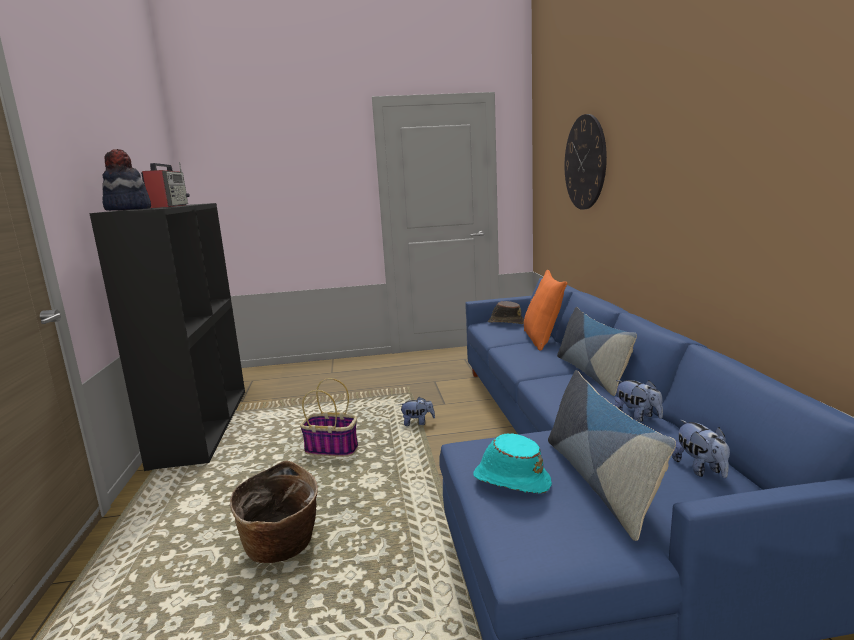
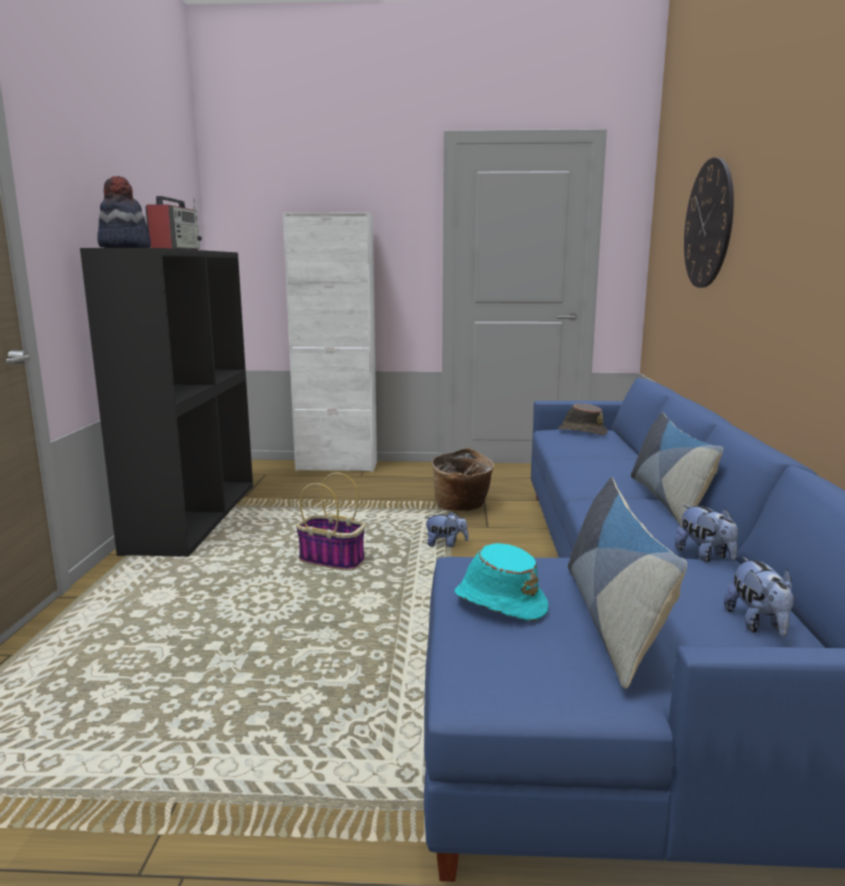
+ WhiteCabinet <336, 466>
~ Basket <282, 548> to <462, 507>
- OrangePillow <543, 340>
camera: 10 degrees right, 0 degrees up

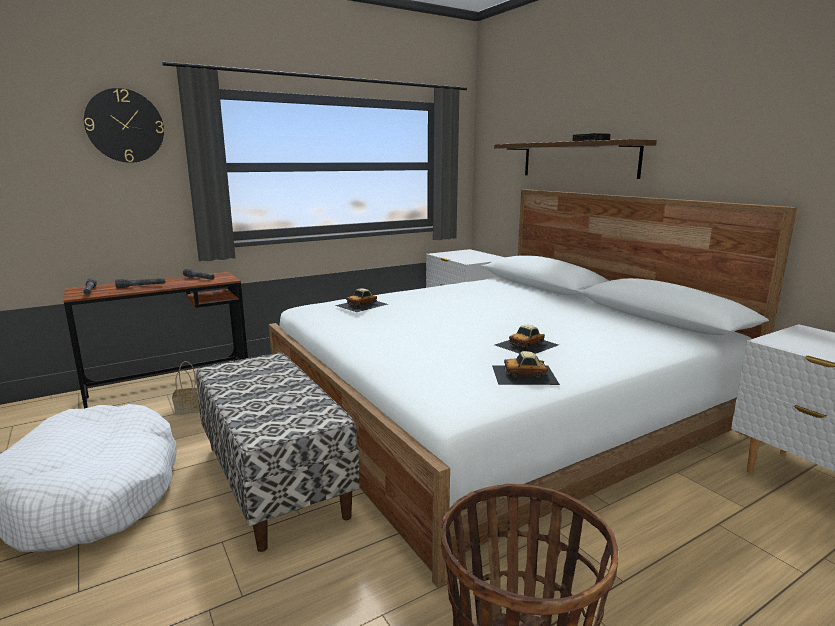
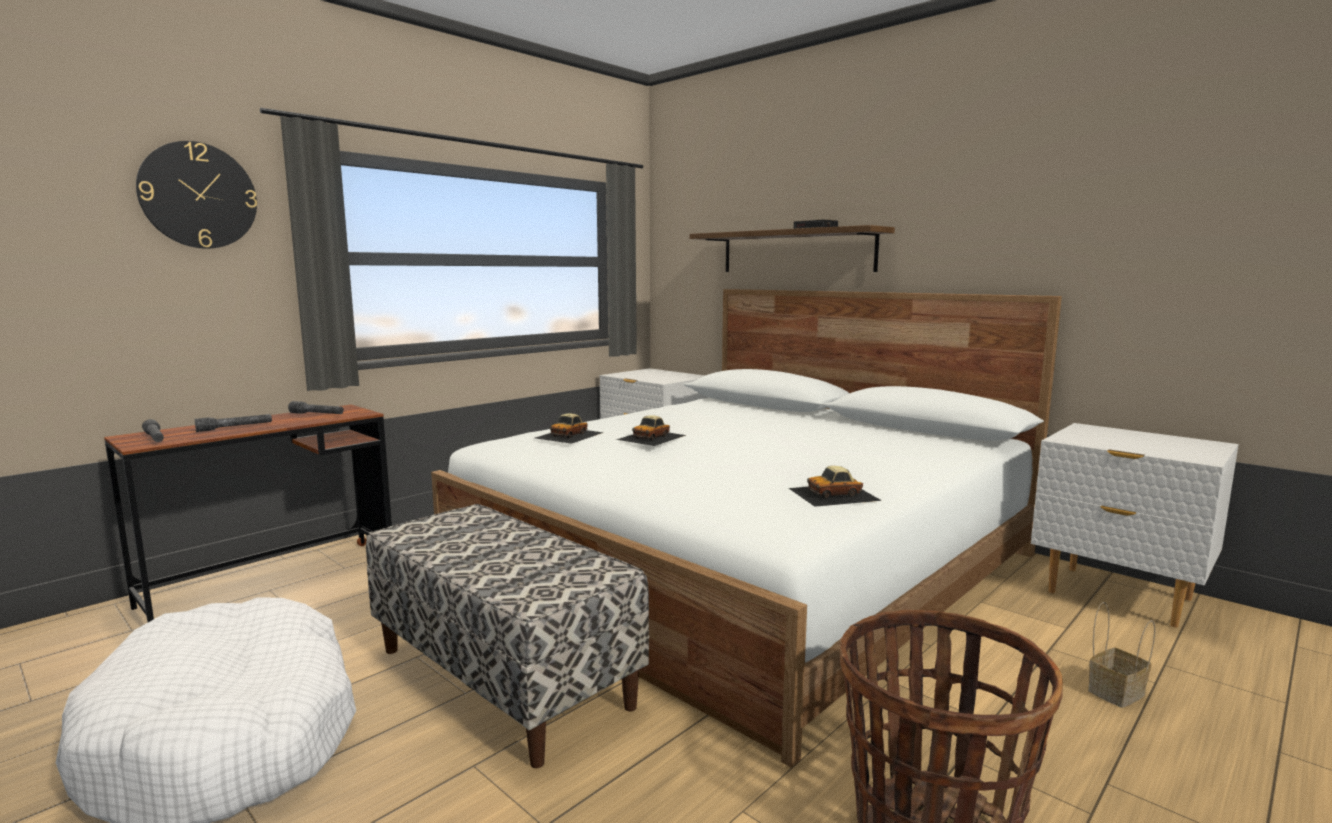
~ ToyCar <527, 345> to <652, 437>
~ Basket <190, 409> to <1116, 691>
camera: 15 degrees left, 5 degrees down

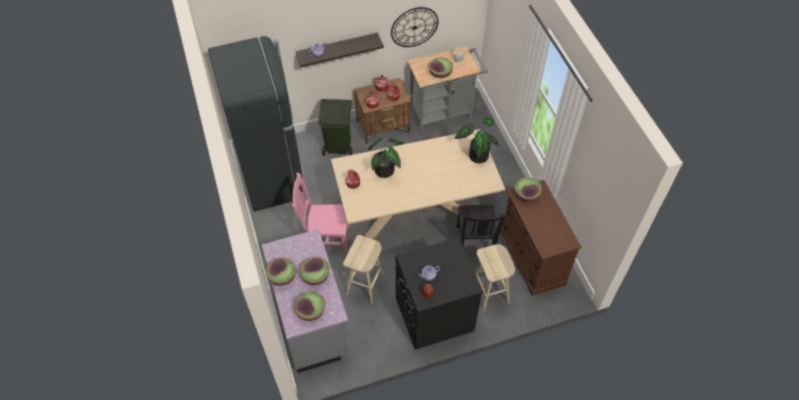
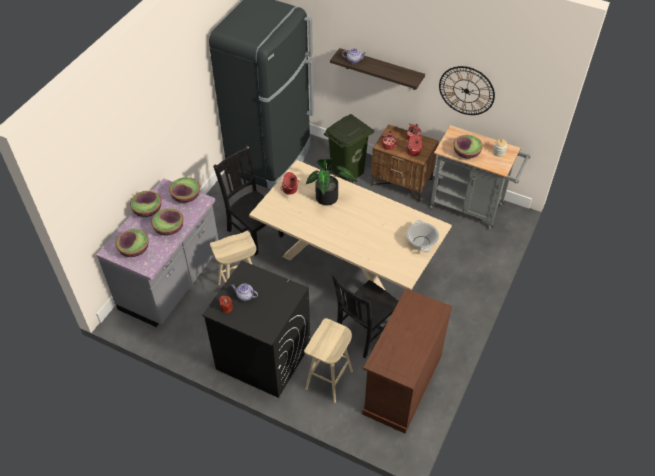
~ Bowl <526, 194> to <186, 197>
~ PinkChair <326, 238> to BlackChair <254, 231>
~ PottedPlant <476, 154> to CookingPot <421, 242>
camera: 45 degrees right, 5 degrees down

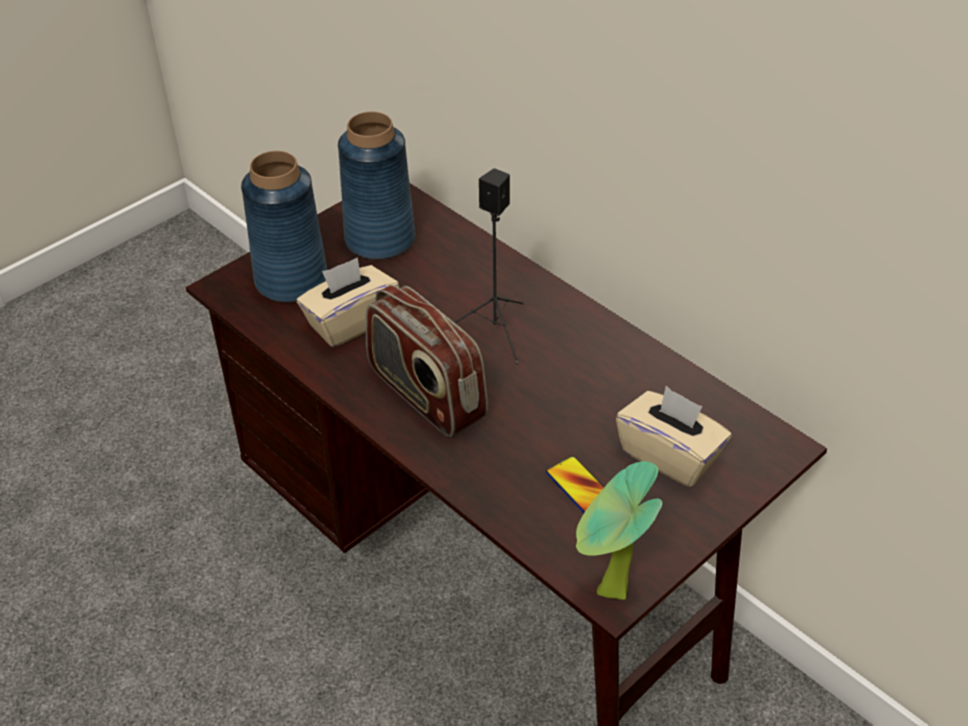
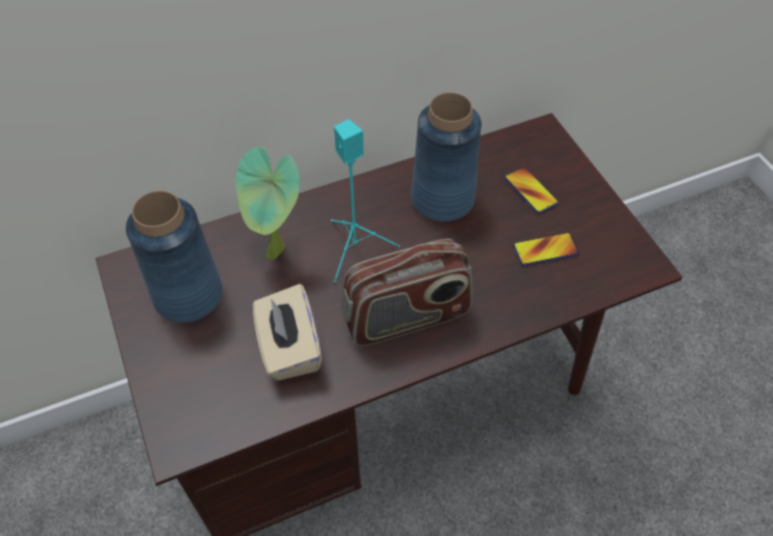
~ PottedPlant <608, 596> to <277, 255>
~ BlackSpeaker <496, 332> to TurquoiseSpeaker <356, 248>
~ BlueVase <292, 280> to <442, 198>
~ BeigeTissueBox <670, 455> to Phone <530, 190>
camera: 70 degrees left, 10 degrees up

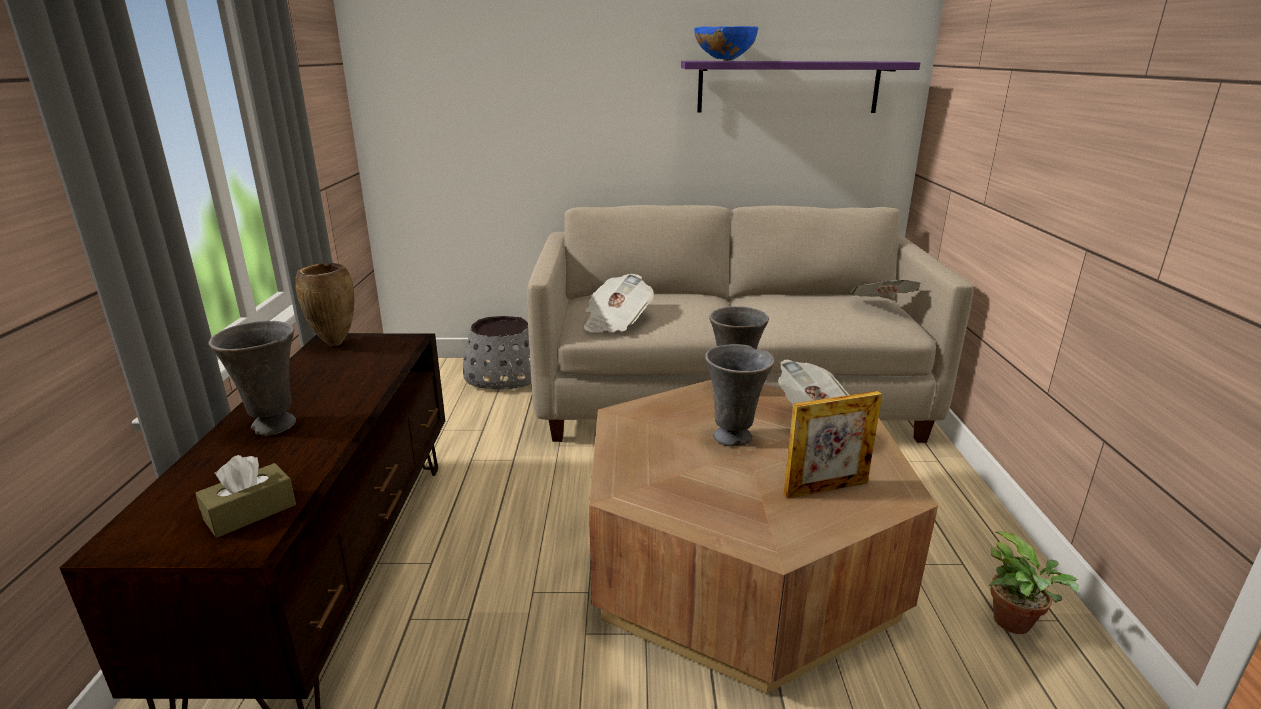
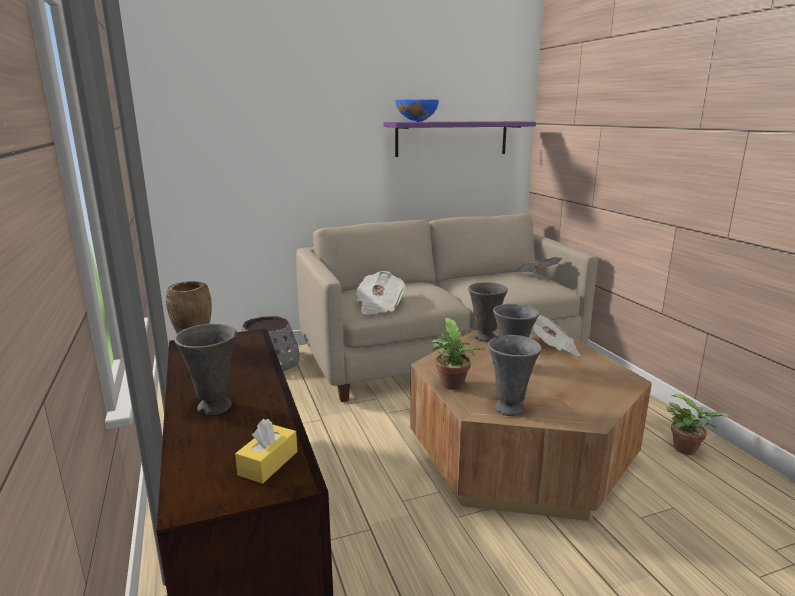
~ BrownTissueBox <250, 512> to YellowTissueBox <268, 463>
+ PottedPlant <452, 386>
+ GreyVase <510, 408>
- PictureFrame <826, 488>
camera: 20 degrees left, 5 degrees down

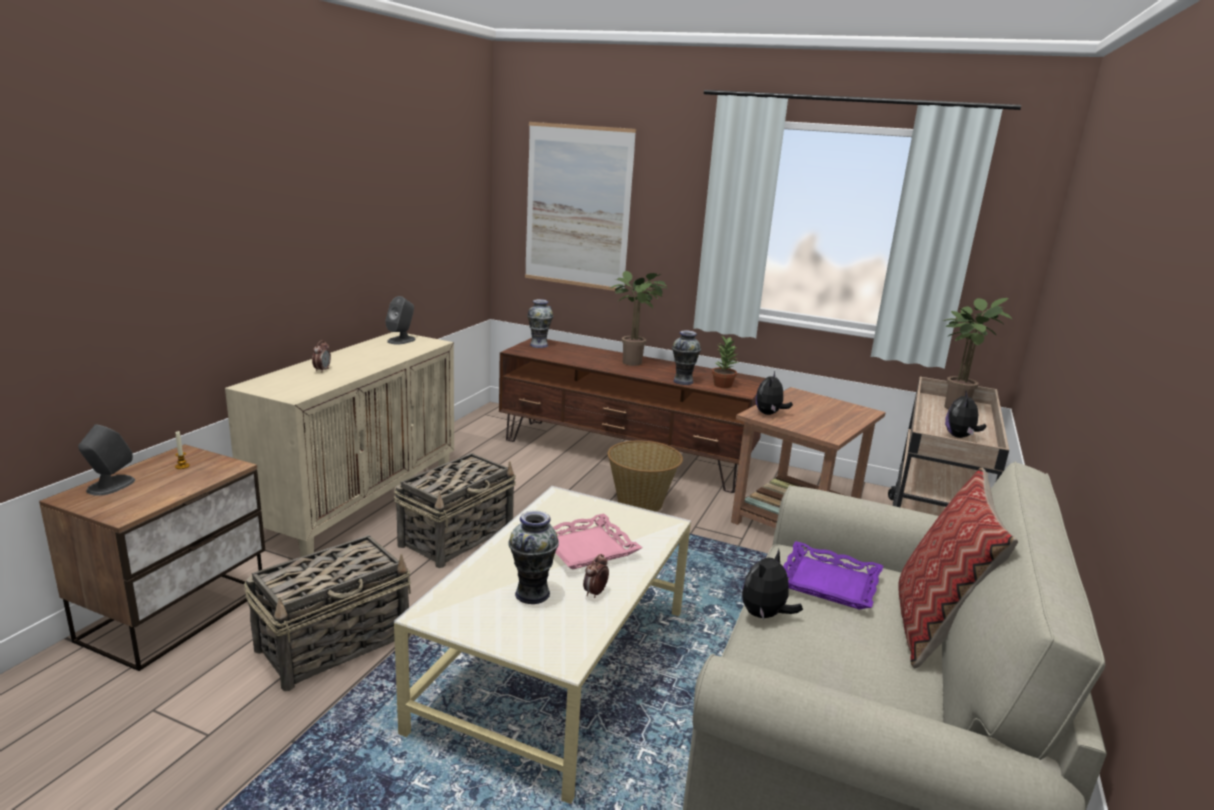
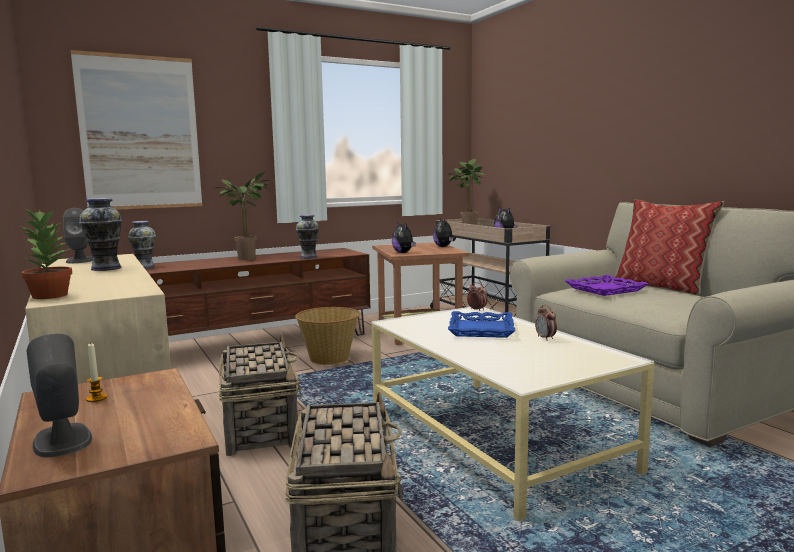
~ PottedPlant <722, 385> to <49, 295>
~ Vase <532, 594> to <106, 268>
~ PlushToy <765, 615> to <444, 247>
~ PinkTray <586, 547> to BlueTray <480, 329>
~ AlarmClock <322, 370> to <477, 310>
camera: 50 degrees left, 10 degrees down

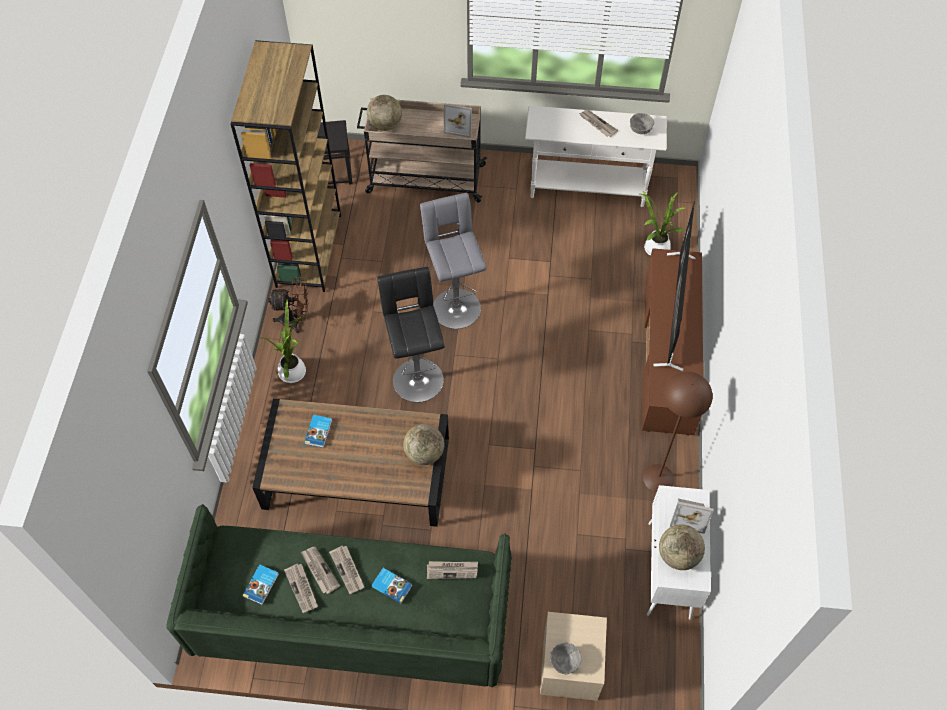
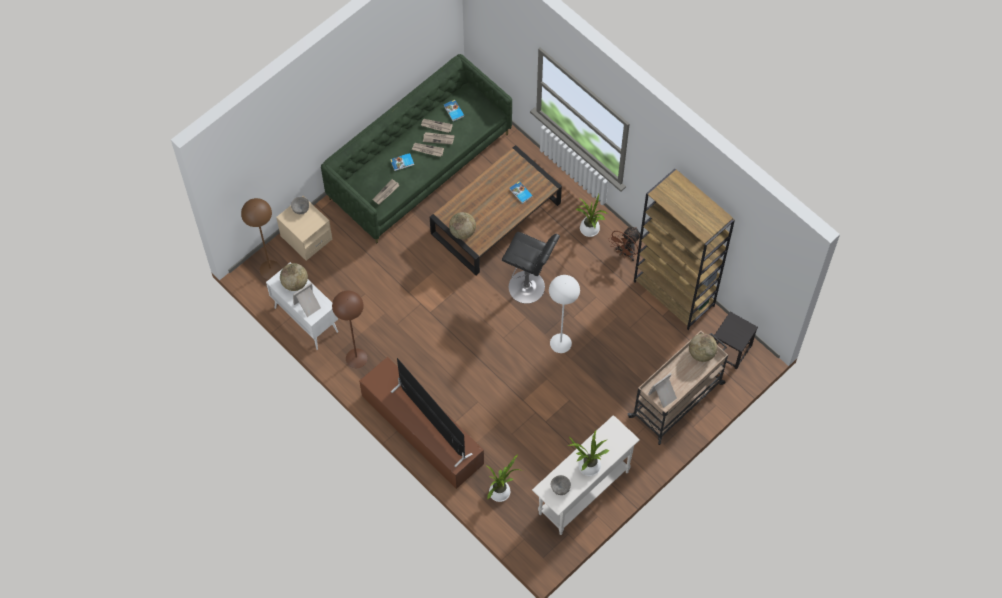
+ BrownFloorLamp <270, 269>
~ GreyStool <455, 305> to WhiteFloorLamp <560, 343>
~ Newspaper <597, 124> to PottedPlant <587, 466>
camera: 130 degrees right, 5 degrees up

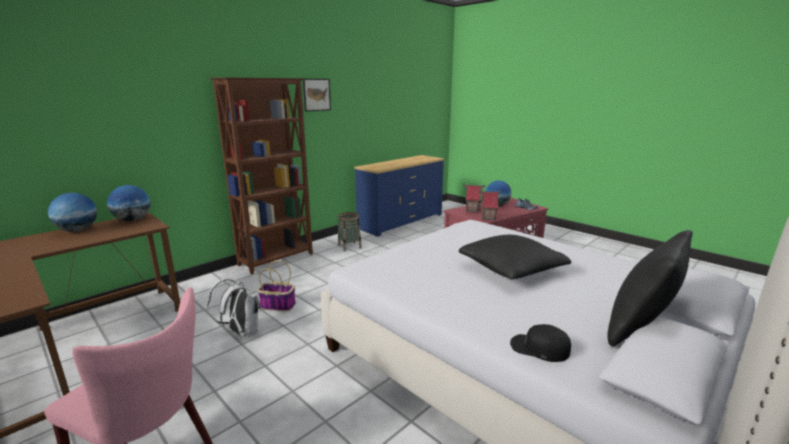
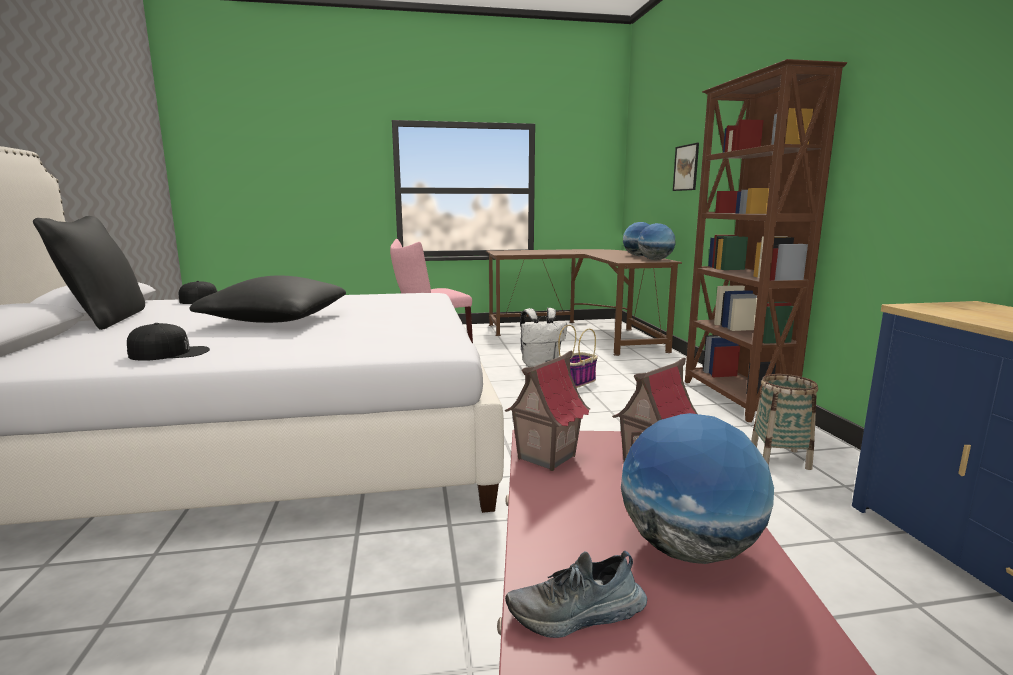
+ BlackCap <170, 353>
~ Picture <316, 94> to <686, 167>
camera: 125 degrees right, 5 degrees down

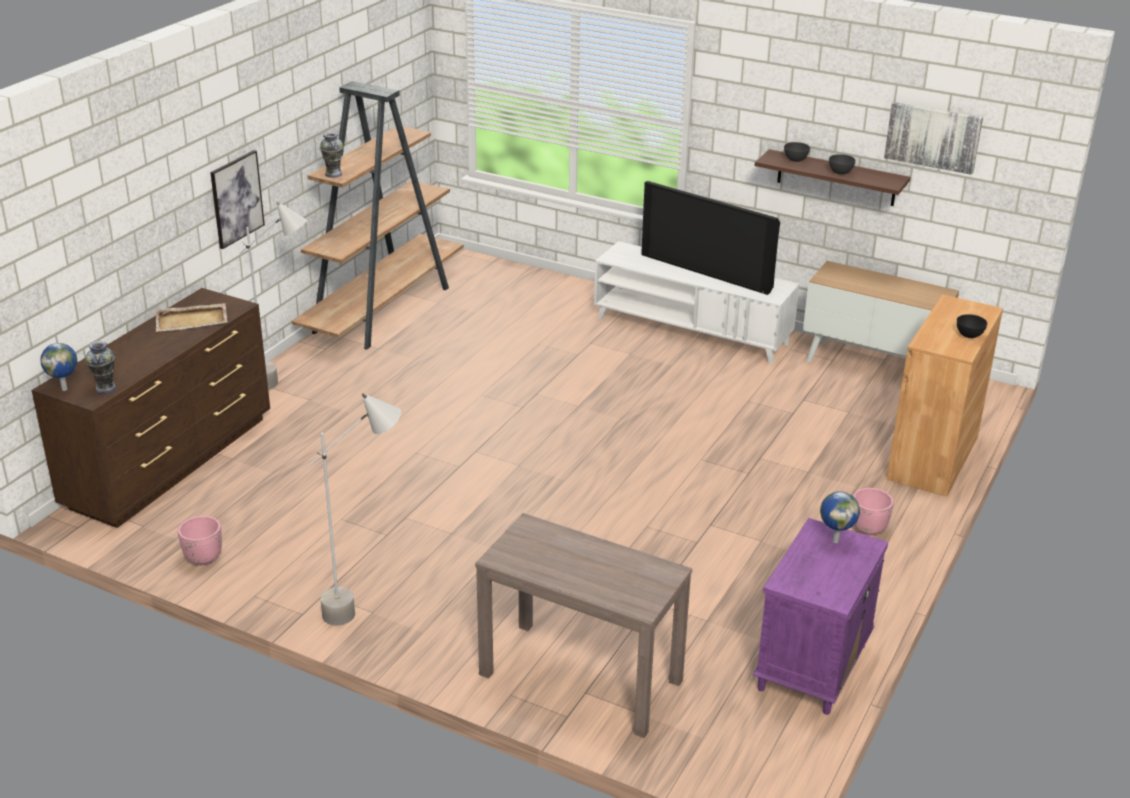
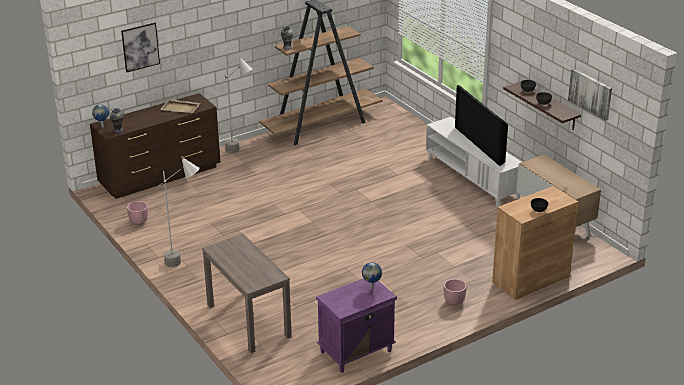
~ Picture <236, 199> to <140, 47>
camera: 30 degrees right, 0 degrees up

